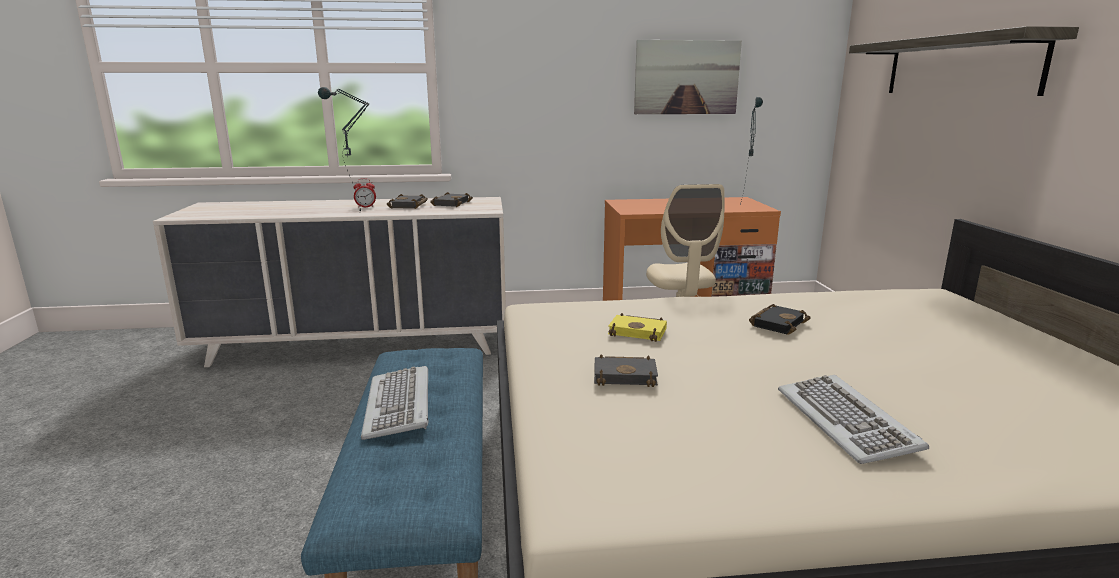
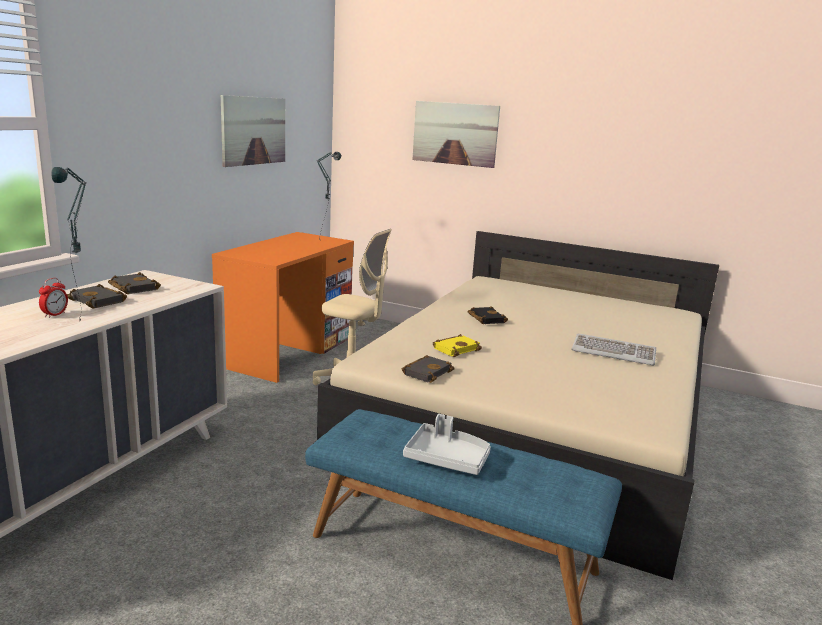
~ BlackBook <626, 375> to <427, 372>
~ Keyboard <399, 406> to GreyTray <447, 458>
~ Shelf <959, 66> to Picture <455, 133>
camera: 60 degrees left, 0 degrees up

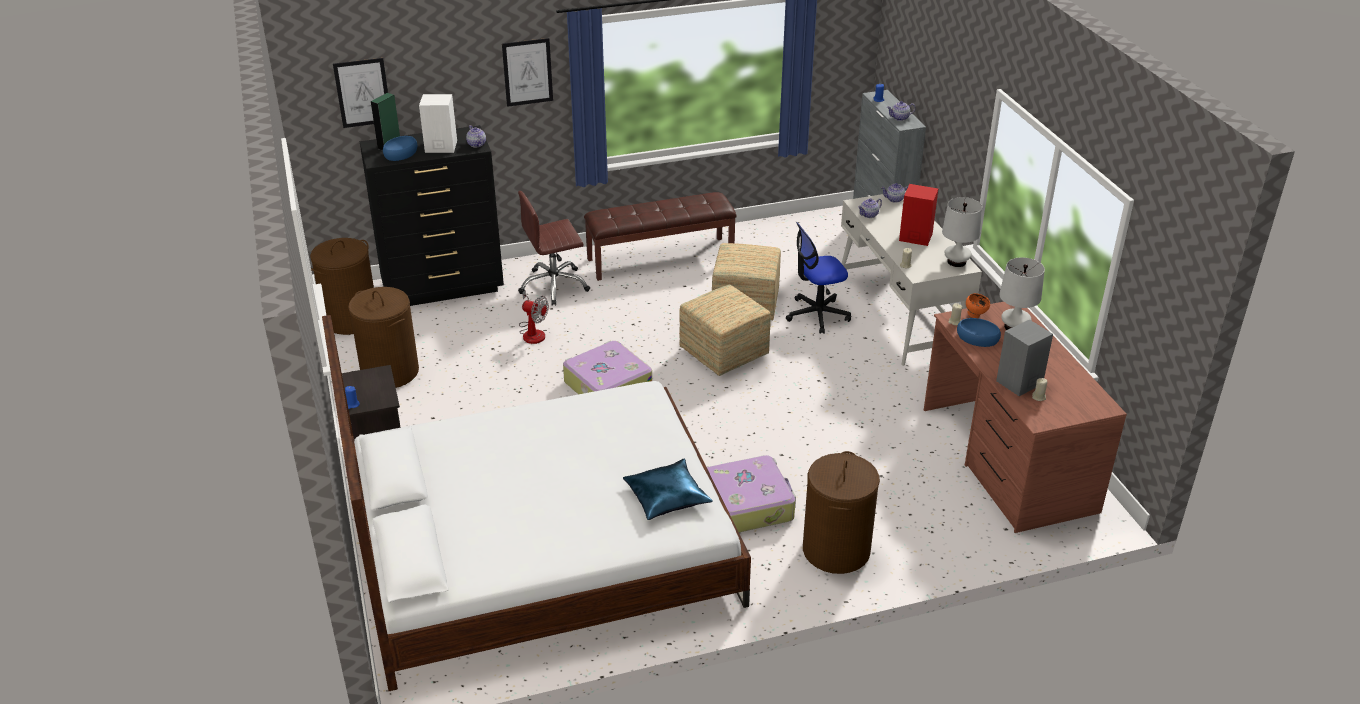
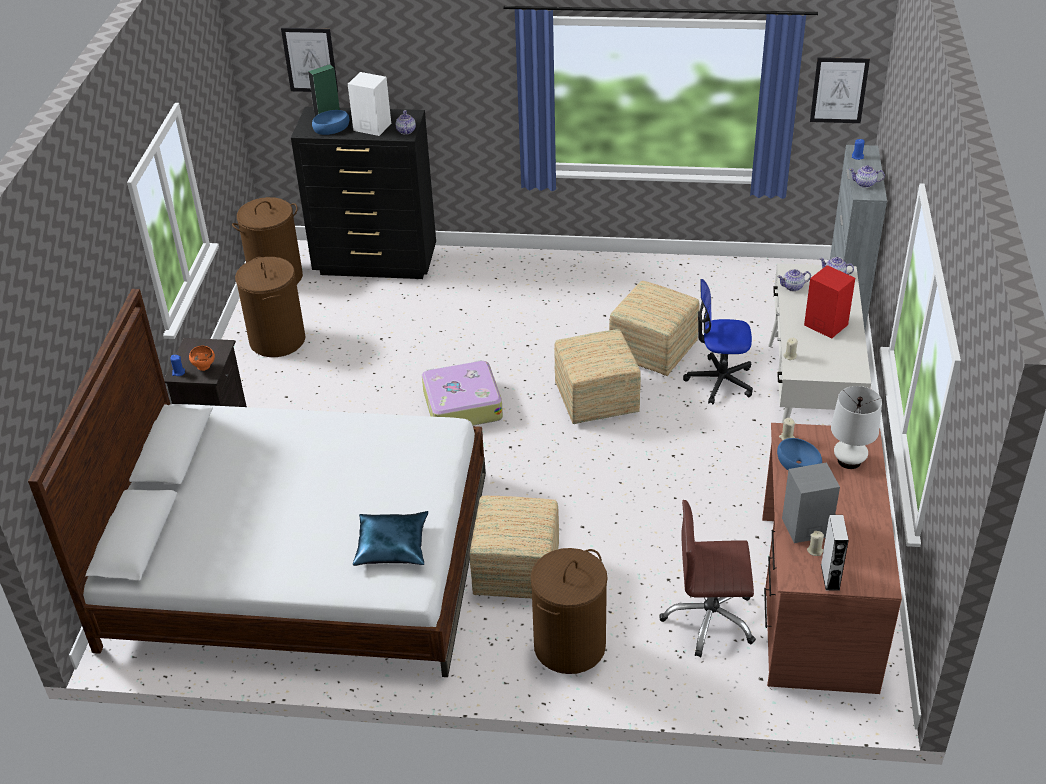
~ OrangeBowl <975, 315> to <205, 367>
~ Suitcase <748, 504> to Ottoman <516, 570>
~ BrownOfficeChair <554, 286> to <709, 620>
~ Picture <527, 72> to <839, 90>
+ GreySpeaker <830, 577>
- Fan <533, 332>
- BrownBench <660, 258>
- WhiteTableLamp <956, 262>
camera: 25 degrees right, 5 degrees up

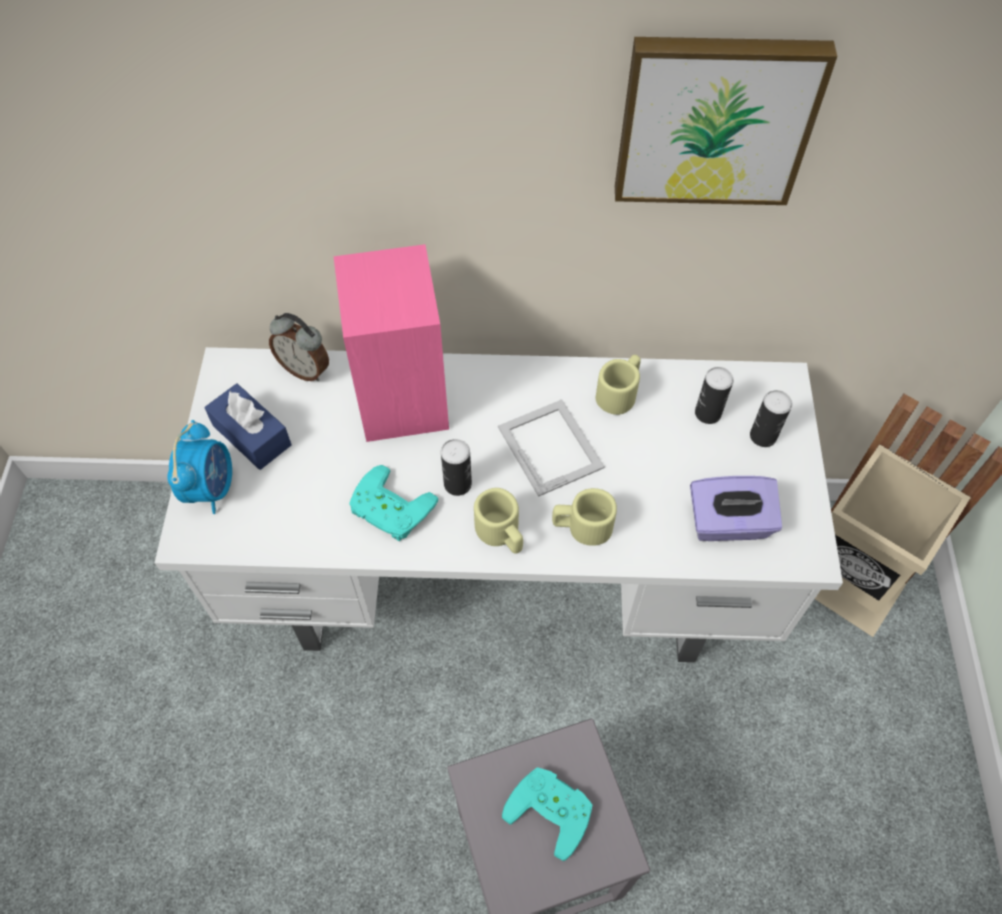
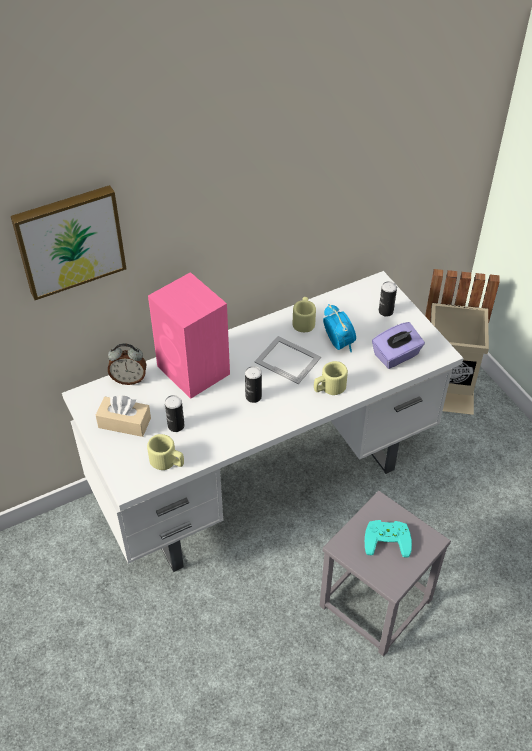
~ Picture <715, 119> to <69, 240>
~ BlueTissueBox <252, 435> to BeigeTissueBox <124, 423>
~ BeigeMug <501, 534> to <167, 461>
~ Can <708, 413> to <176, 425>
~ AlarmClock <211, 488> to <338, 343>
- TurquoiseGameController <388, 510>
camera: 30 degrees left, 10 degrees down

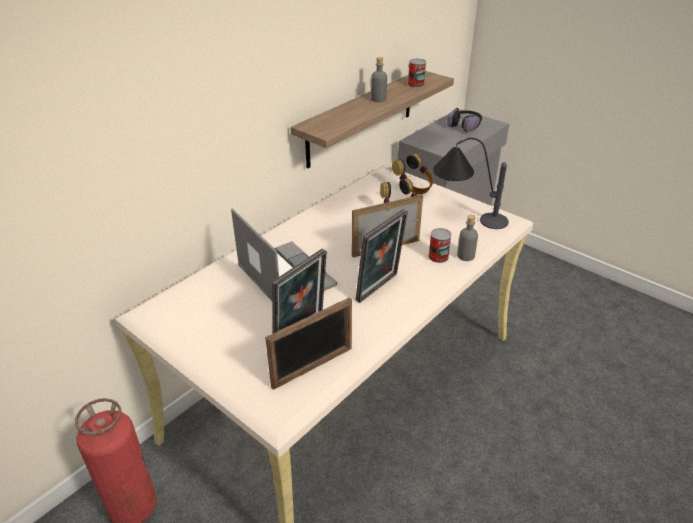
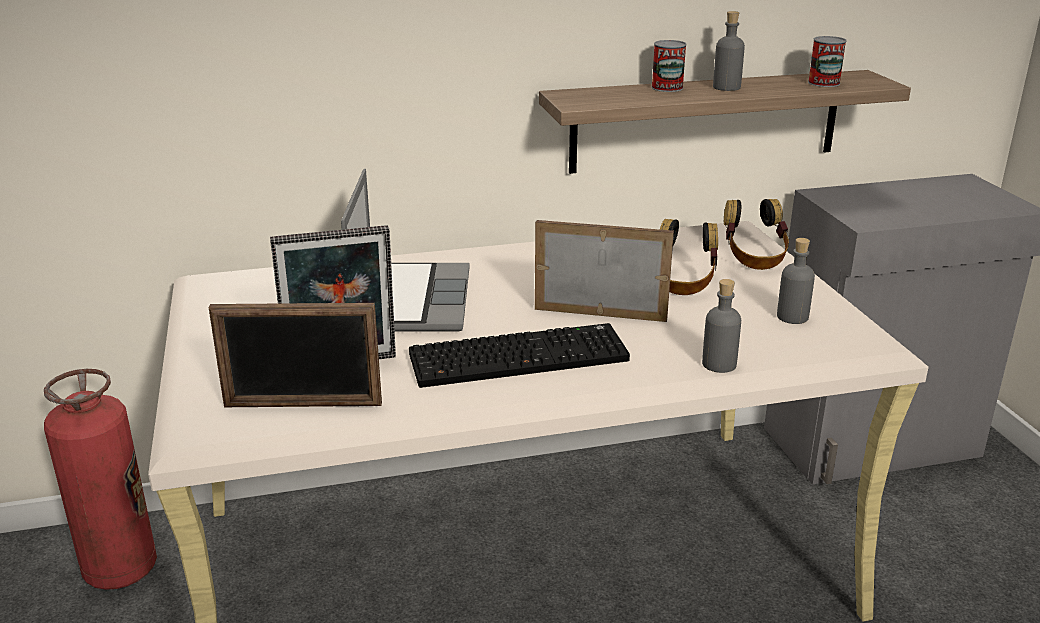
~ PictureFrame <379, 289> to Keyboard <520, 356>
~ Can <438, 257> to <667, 87>
~ TableLamp <465, 217> to GreyBottle <792, 317>
- Headphones <465, 125>
camera: 35 degrees right, 10 degrees down

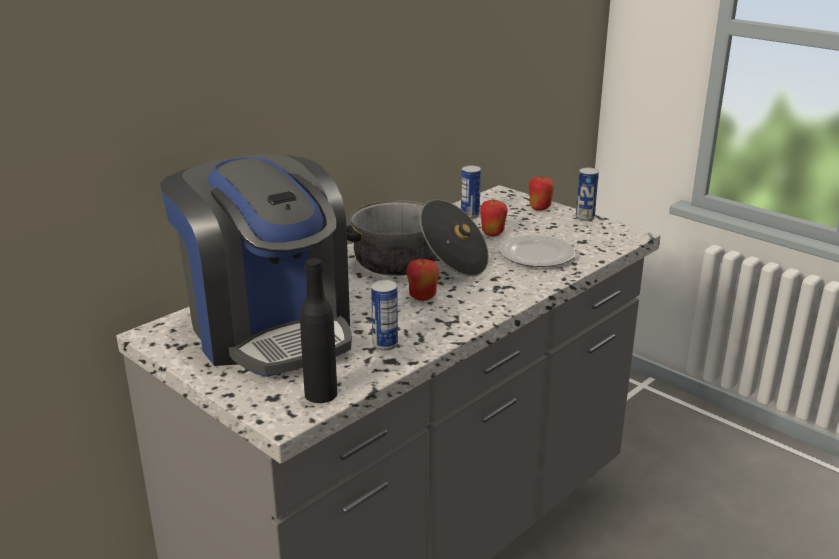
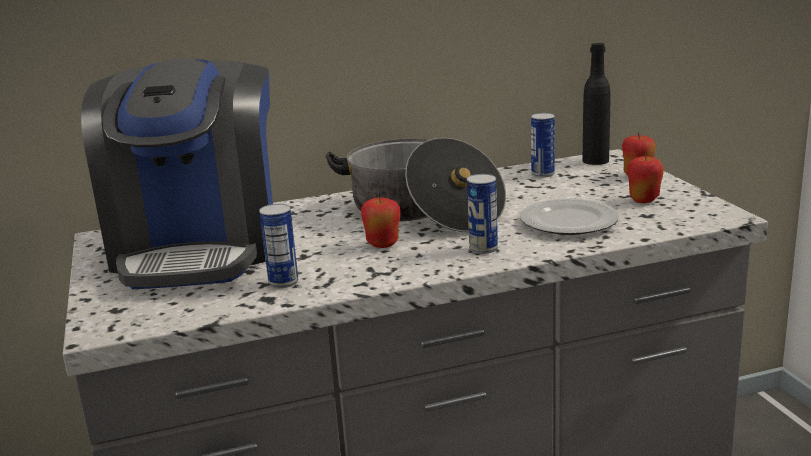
~ Can <585, 217> to <483, 249>
~ BlackBottle <321, 394> to <595, 160>
~ Apple <492, 233> to <644, 200>
camera: 30 degrees right, 5 degrees down

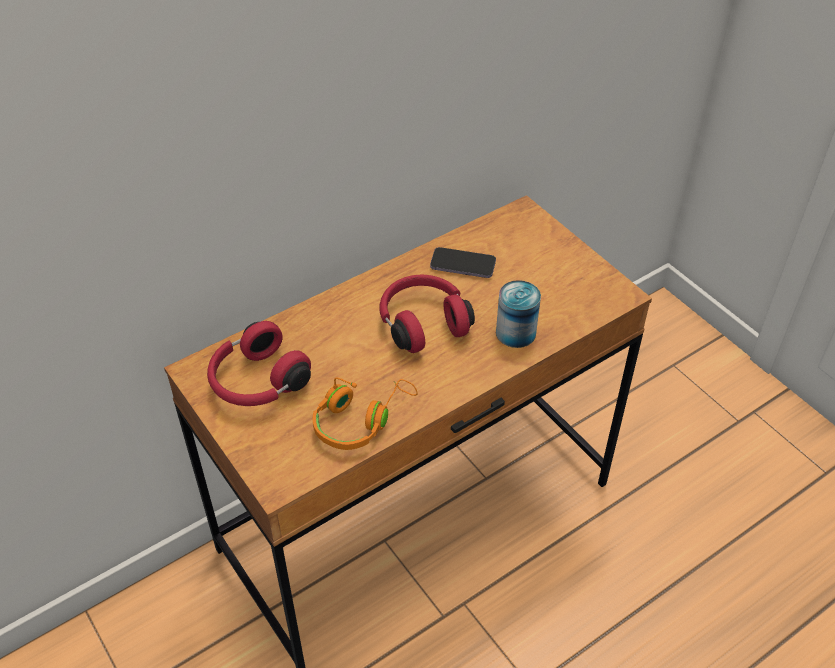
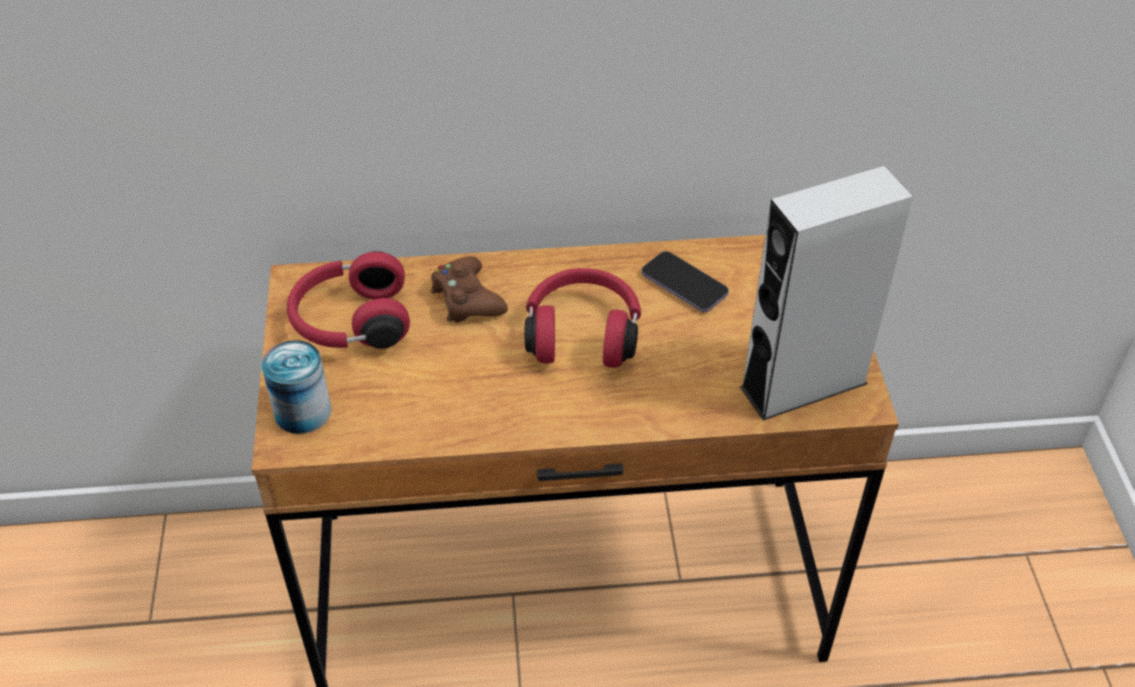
~ Can <515, 332> to <303, 412>
+ BrownGameController <467, 299>
+ GreySpeaker <803, 385>
- OrangeHeadphones <360, 419>
camera: 30 degrees right, 0 degrees up

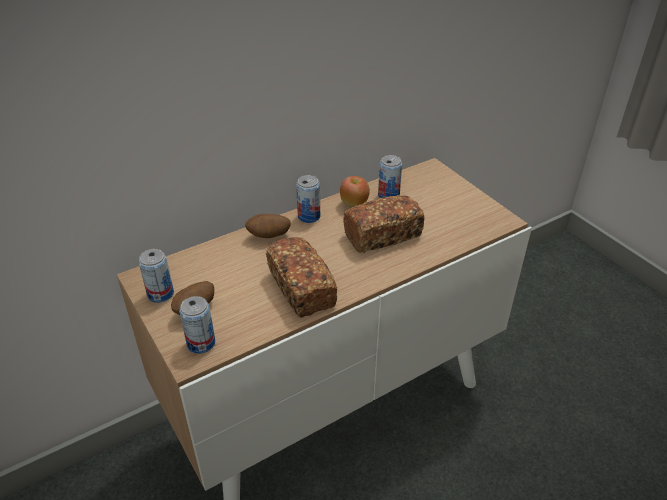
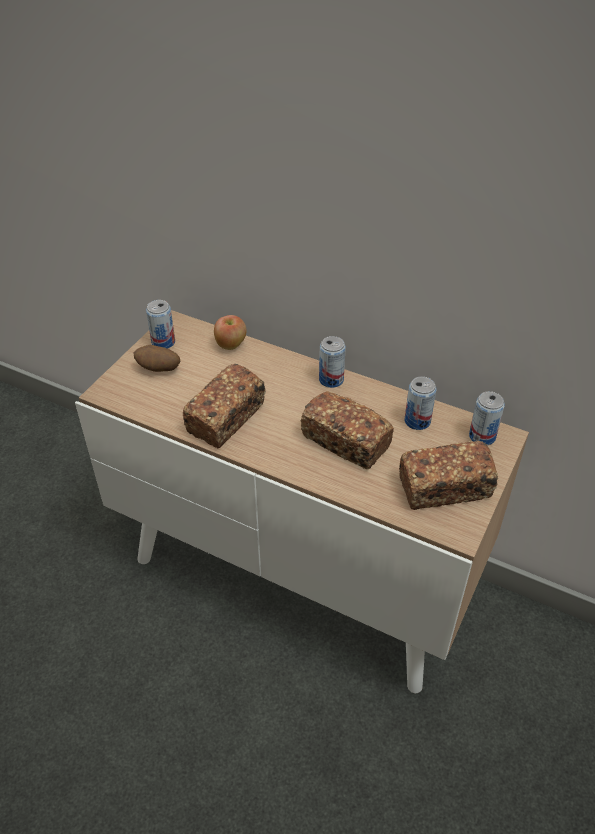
~ Apple <354, 204> to <231, 345>
+ Bread <444, 488>
~ Can <201, 343> to <482, 436>
- Potato <269, 236>
camera: 60 degrees right, 5 degrees up

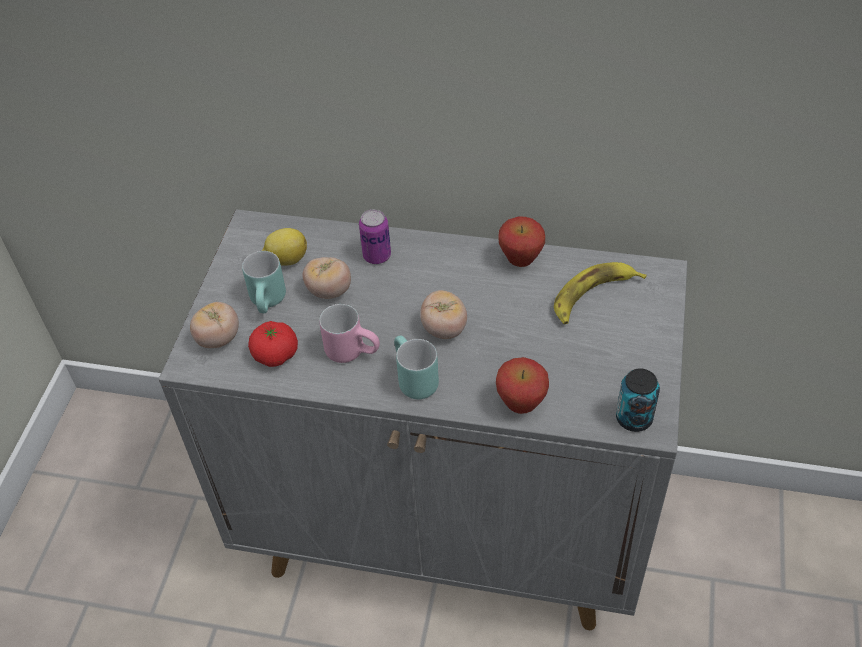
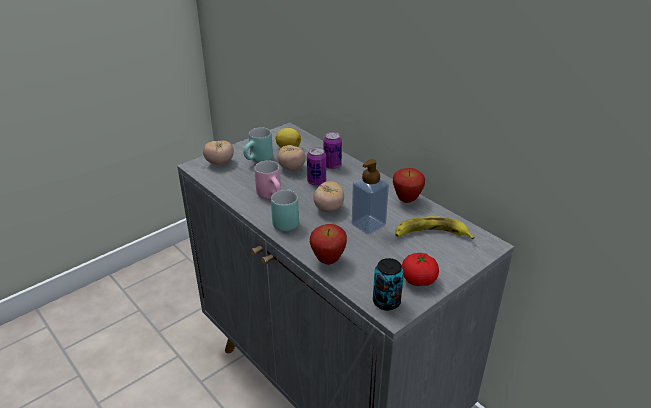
+ Can <316, 182>
+ SoapDispenser <368, 225>
~ Tomato <275, 354> to <418, 279>
camera: 35 degrees right, 15 degrees down

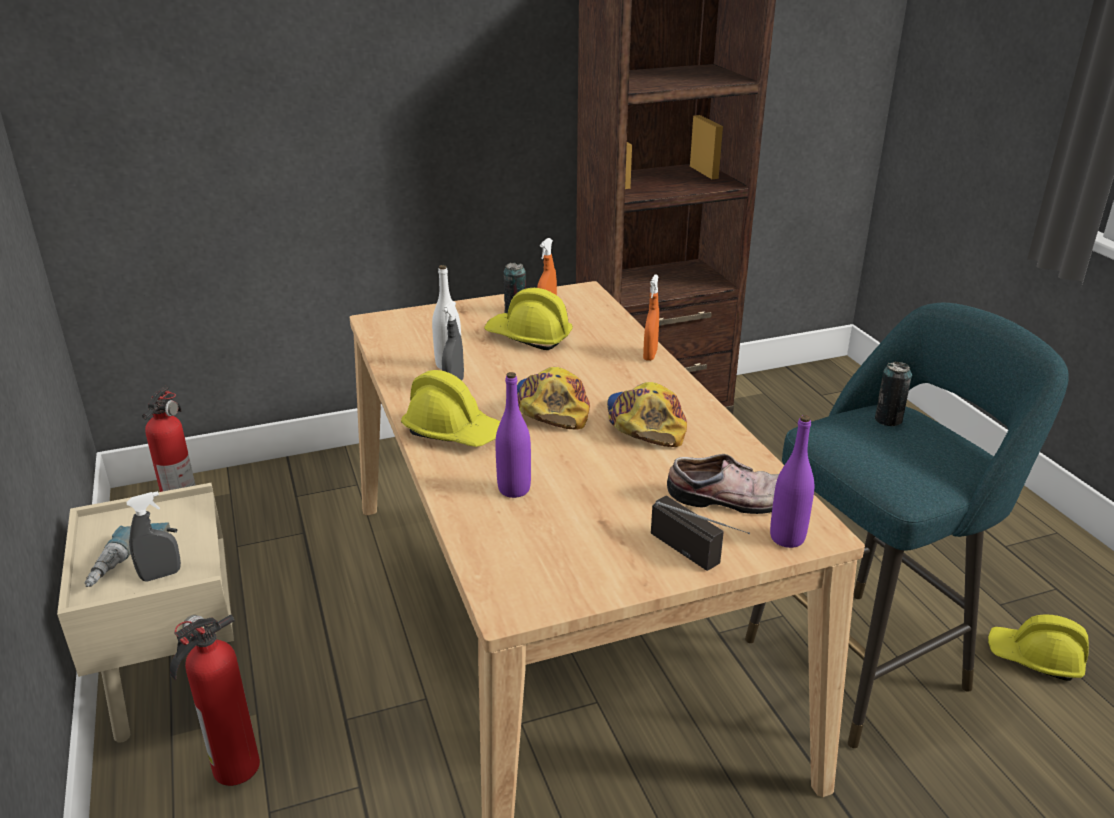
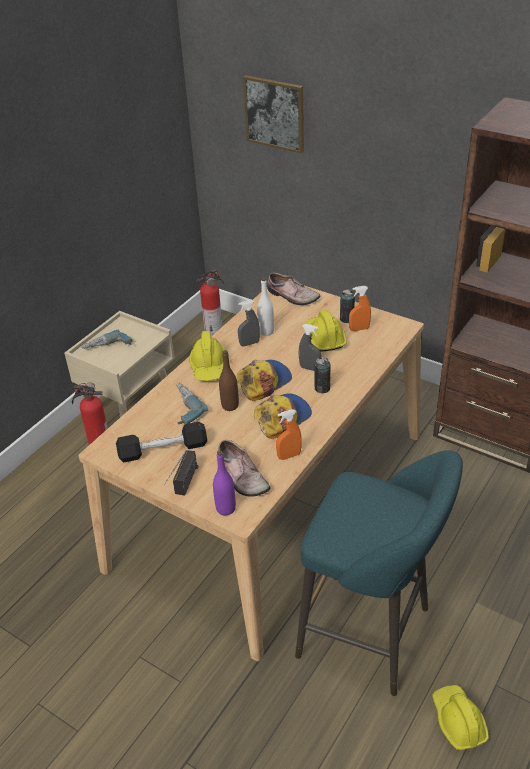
+ BlackDumbbell <163, 450>
~ PurpleBottle <514, 489> to PowerDrill <182, 408>
+ BrownBottle <230, 406>
+ Picture <275, 113>
+ Shoe <292, 296>
~ OrangeSprayBottle <650, 355> to <289, 456>
~ GreySprayBottle <161, 575> to <310, 368>
~ Can <888, 420> to <322, 388>
camera: 55 degrees right, 10 degrees up

